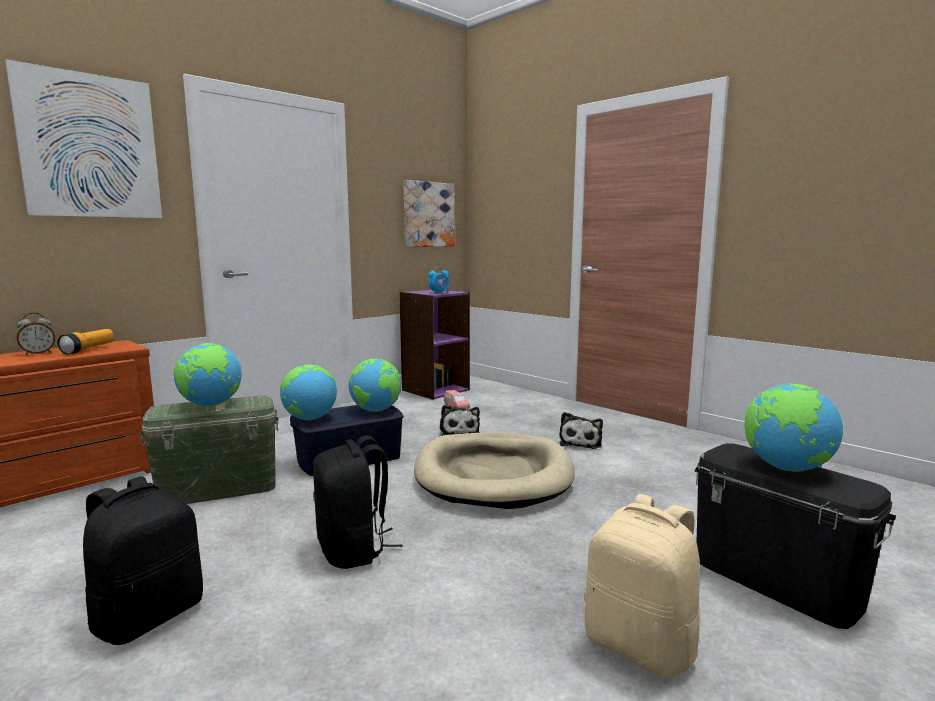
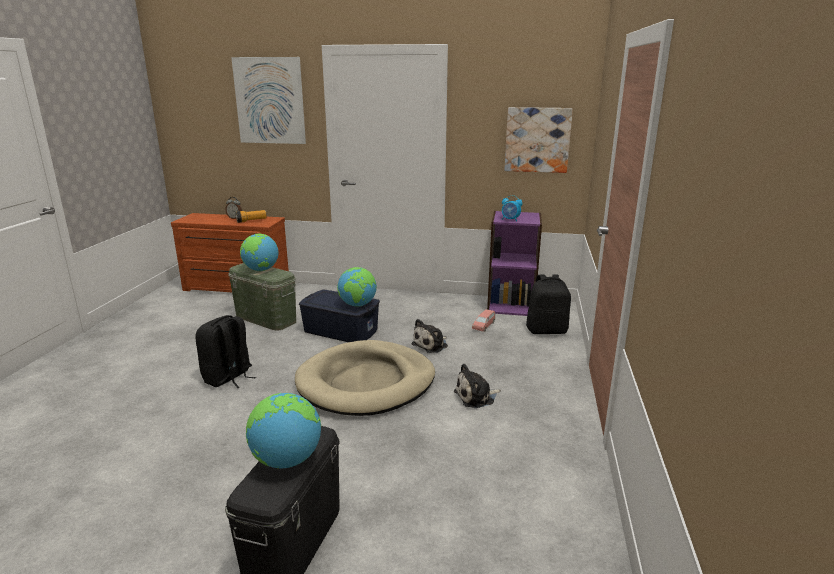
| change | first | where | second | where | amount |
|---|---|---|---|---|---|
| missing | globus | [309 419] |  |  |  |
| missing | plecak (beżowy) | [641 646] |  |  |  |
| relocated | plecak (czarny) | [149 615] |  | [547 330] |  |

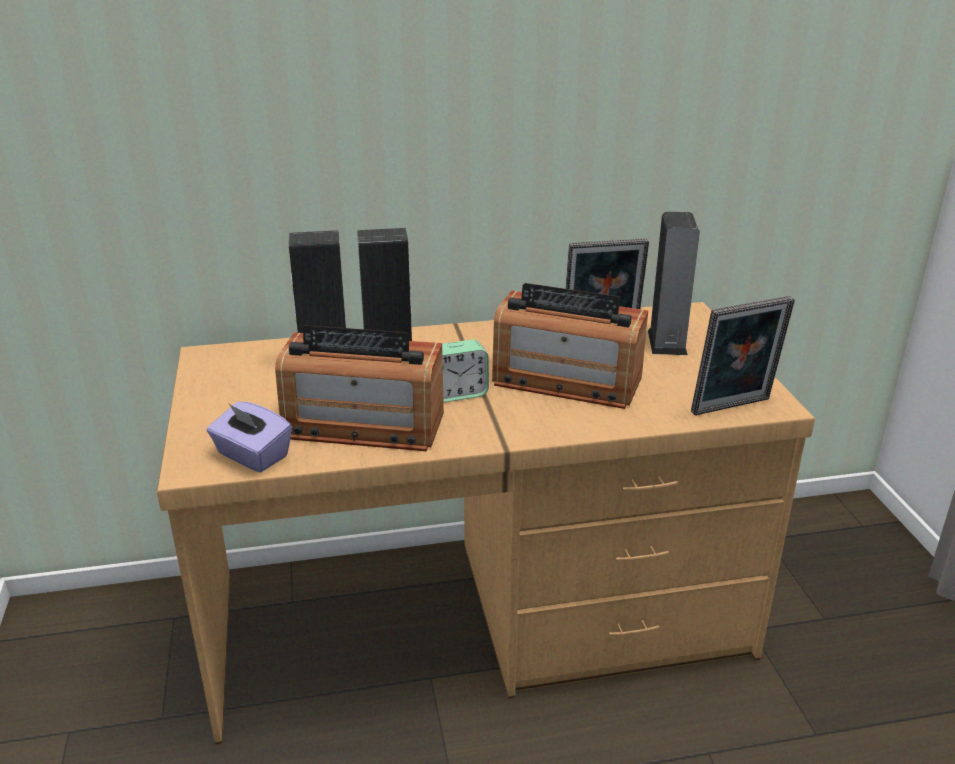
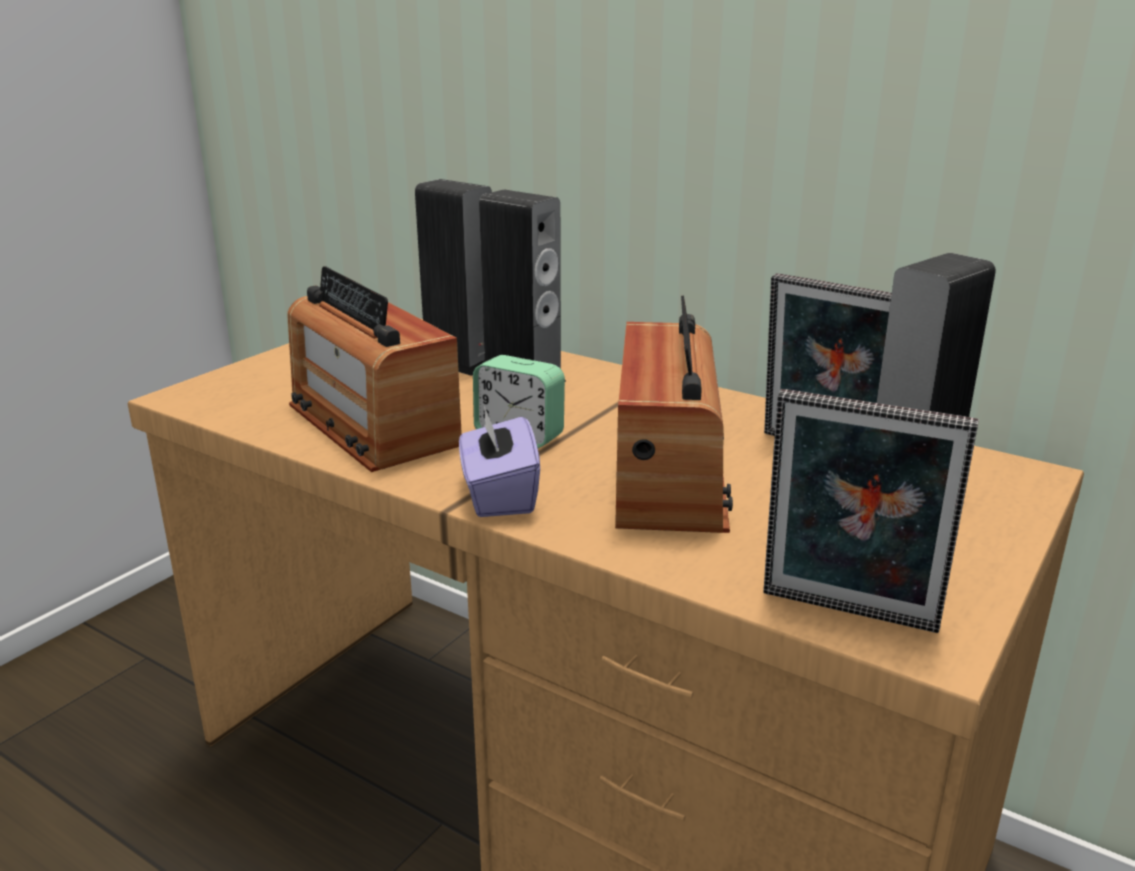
| change | first | where | second | where | amount |
|---|---|---|---|---|---|
| relocated | pudełko chusteczek (fioletowy) | [252 456] |  | [499 495] |  |
| spun | radio | [566 381] |  | [669 476] | 150 degrees counterclockwise |

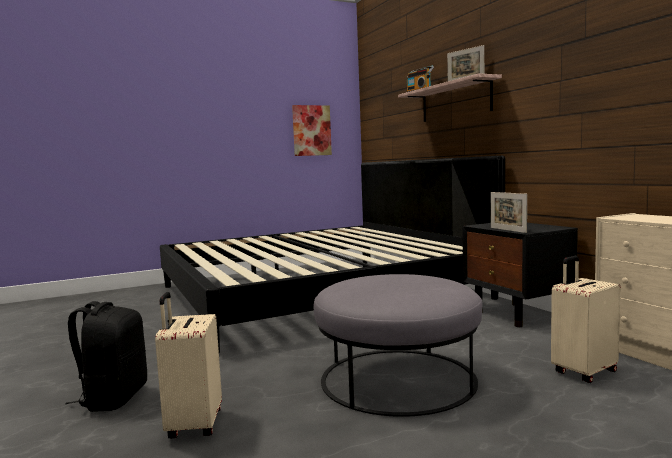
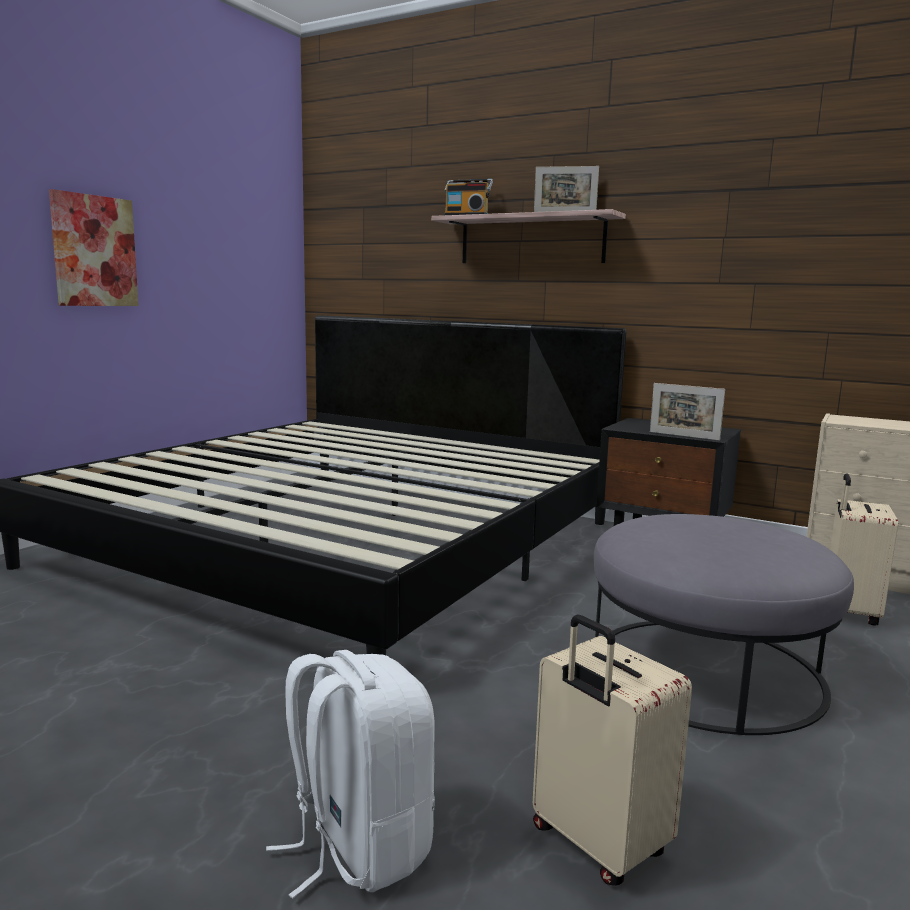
| change | first | where | second | where | amount |
|---|---|---|---|---|---|
| relocated | obraz | [311 130] |  | [94 251] |  |
| colour | plecak (czarny) | [113 398] | plecak (biały) | [357 845] |  |

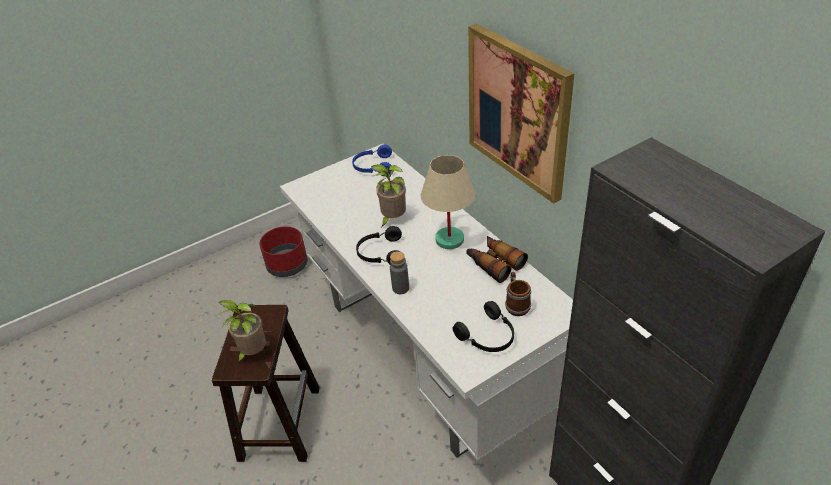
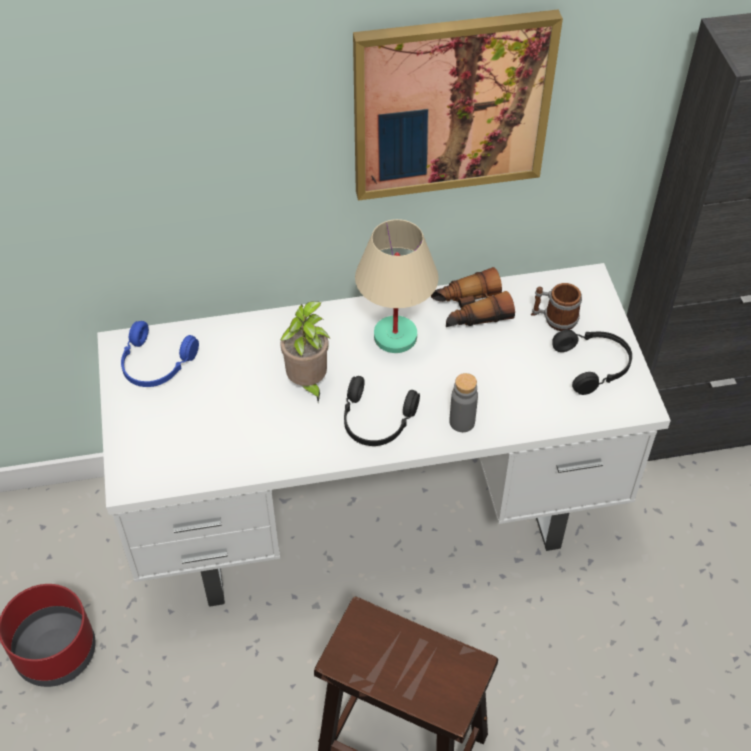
| change | first | where | second | where | amount |
|---|---|---|---|---|---|
| missing | roślina doniczkowa | [252 353] |  |  |  |

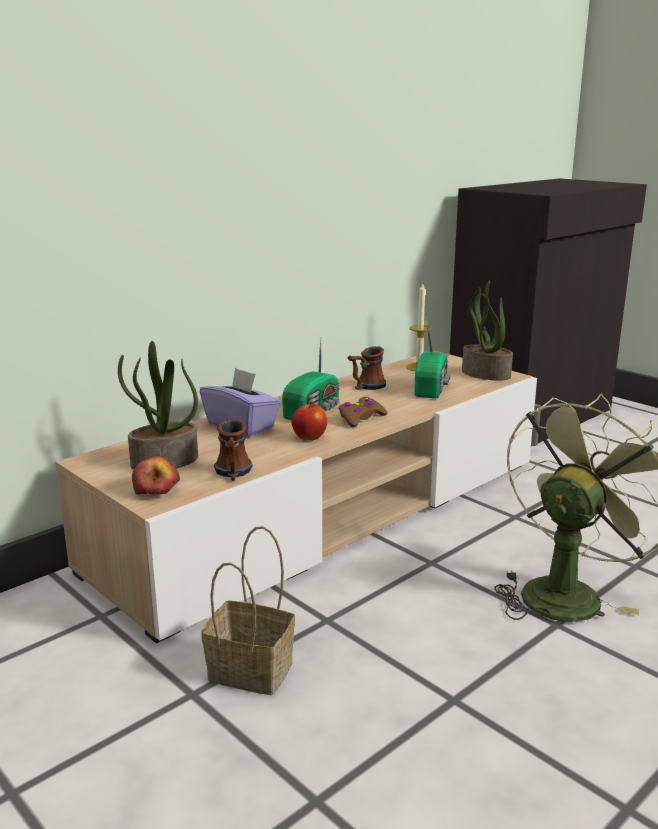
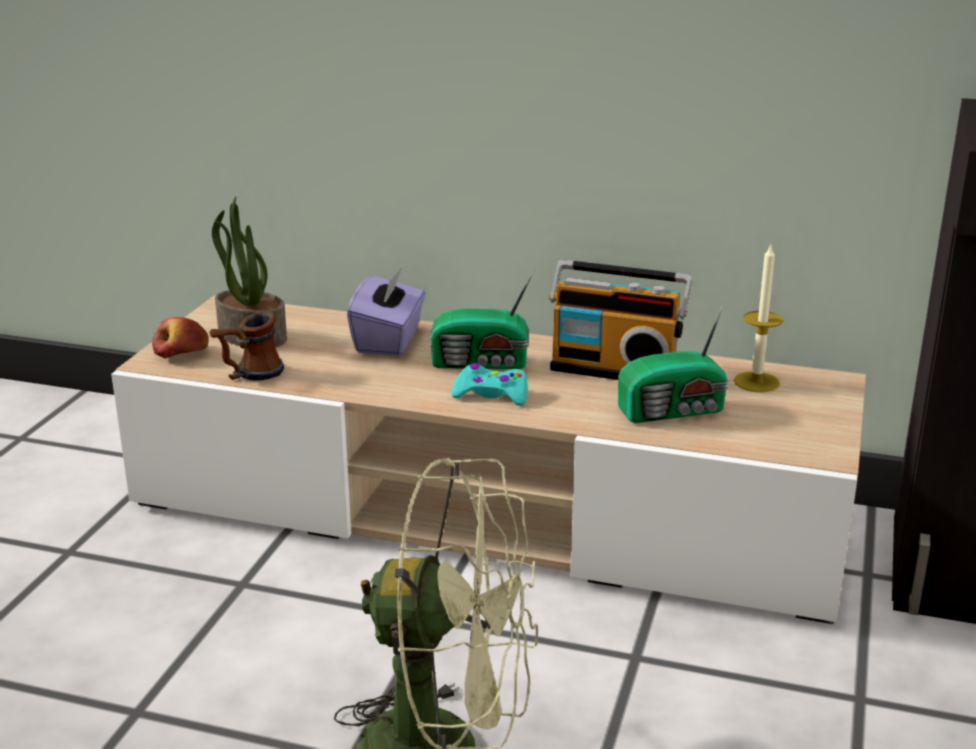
| change | first | where | second | where | amount |
|---|---|---|---|---|---|
| missing | koszyk | [253 670] |  |  |  |
| missing | jabłko | [309 437] |  |  |  |
| missing | roślina doniczkowa | [485 374] |  |  |  |
| exchanged | kubek | [365 387] | radio | [615 369] |  |
| colour | pad do gier (brązowy) | [361 418] | pad do gier (turkusowy) | [491 394] |  |

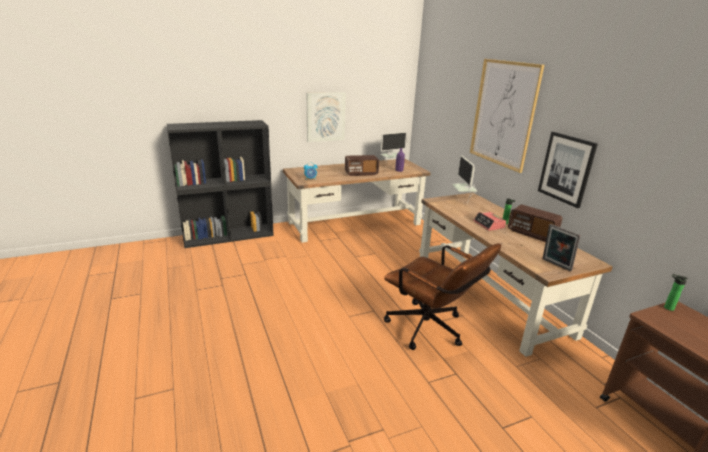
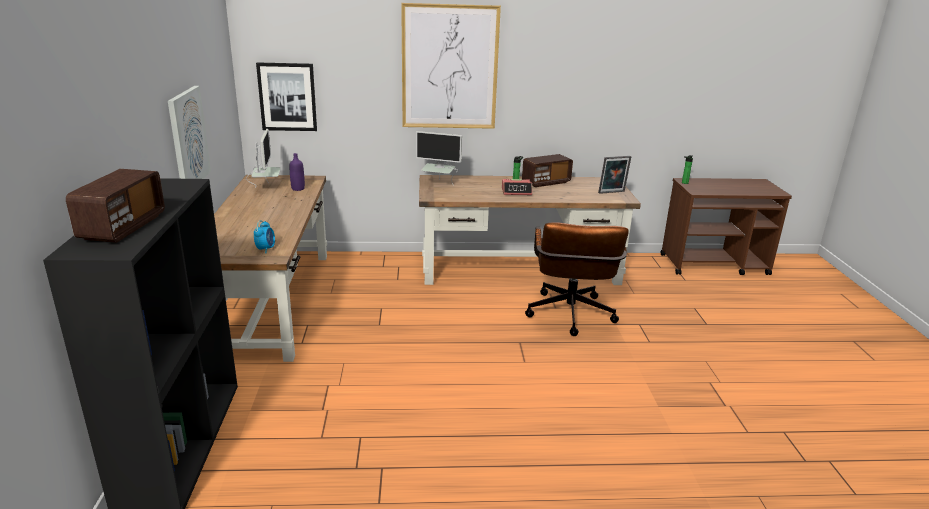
| change | first | where | second | where | amount |
|---|---|---|---|---|---|
| relocated | radio | [361 173] |  | [123 227] |  |
| relocated | obraz | [566 169] |  | [287 97] |  |
| spun | krzesło biurowe (brązowy) | [431 330] |  | [570 317] | 120 degrees clockwise |

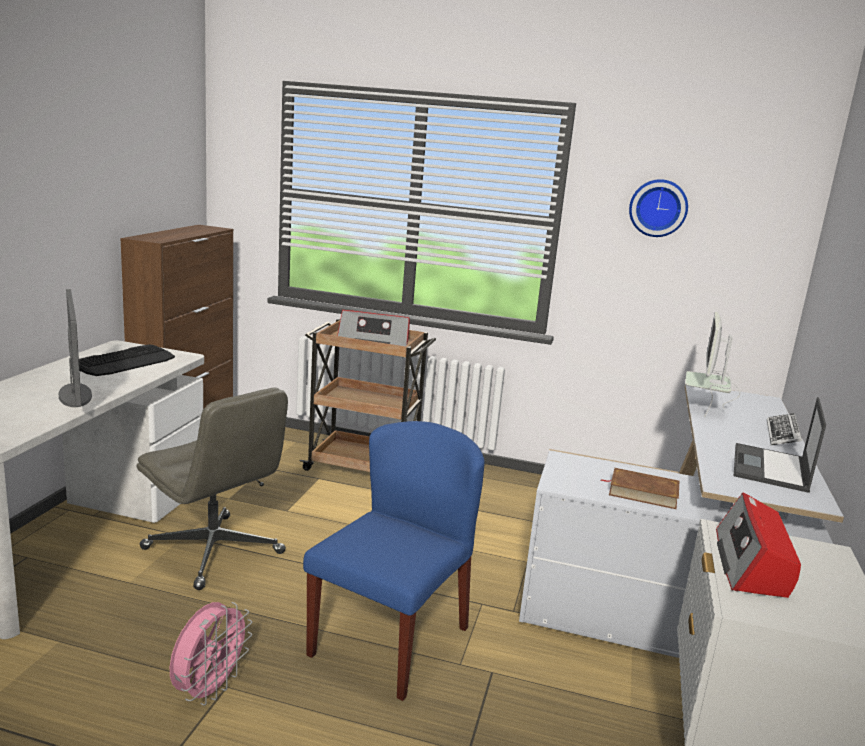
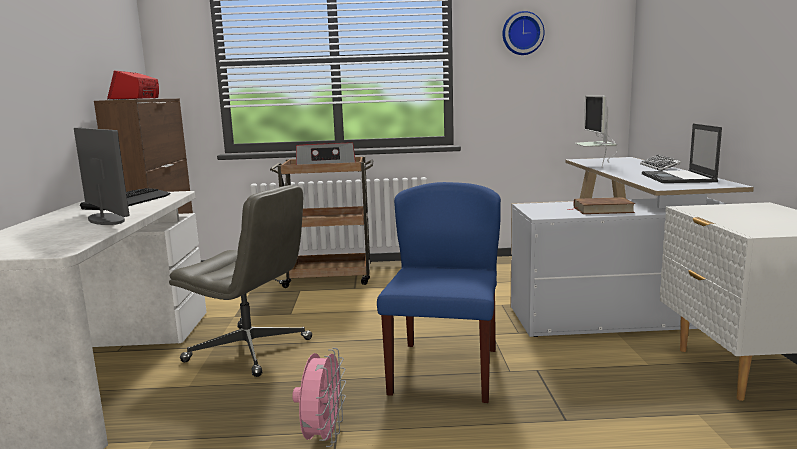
| change | first | where | second | where | amount |
|---|---|---|---|---|---|
| relocated | radio | [751 564] |  | [135 99] |  |

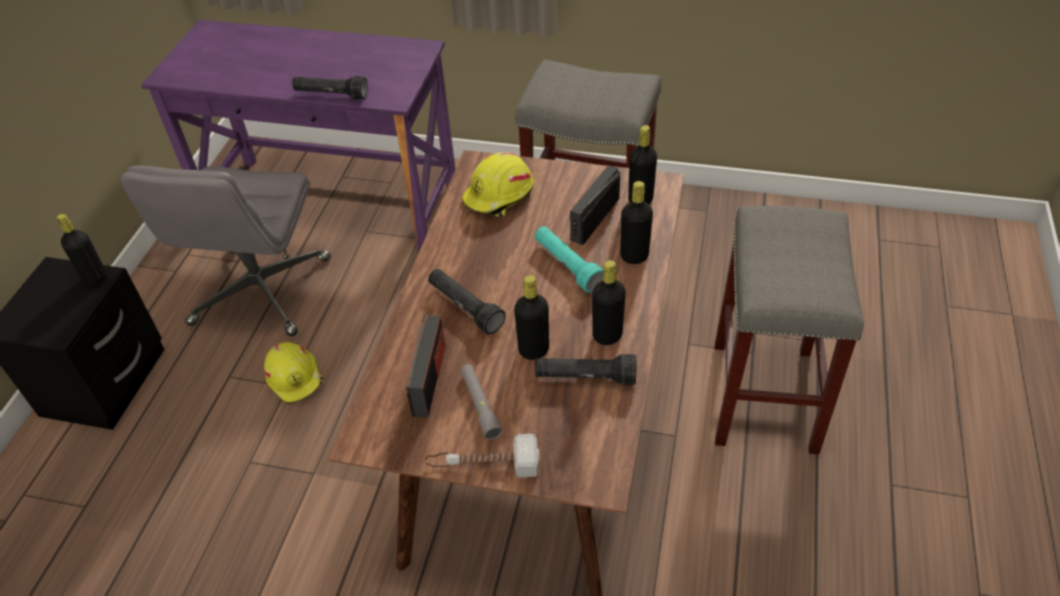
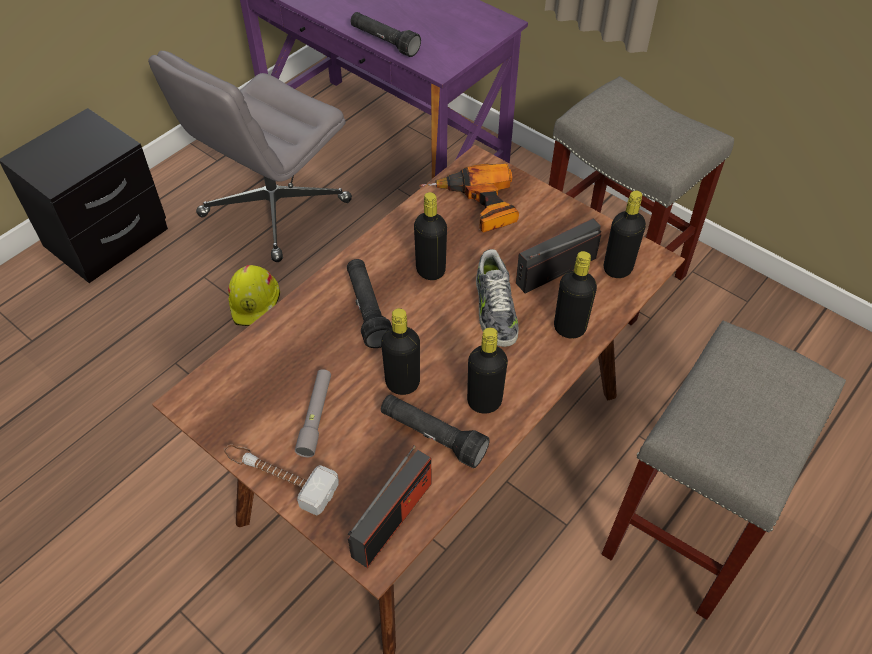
| change | first | where | second | where | amount |
|---|---|---|---|---|---|
| relocated | butelka (czarny) | [95 277] |  | [430 270] |  |
| relocated | radio | [429 379] |  | [392 519] |  |
| exchanged | kask (żółty) | [499 196] | wiertarka | [477 207] |  |
| exchanged | latarka (turkusowy) | [567 266] | but | [494 309] |  |

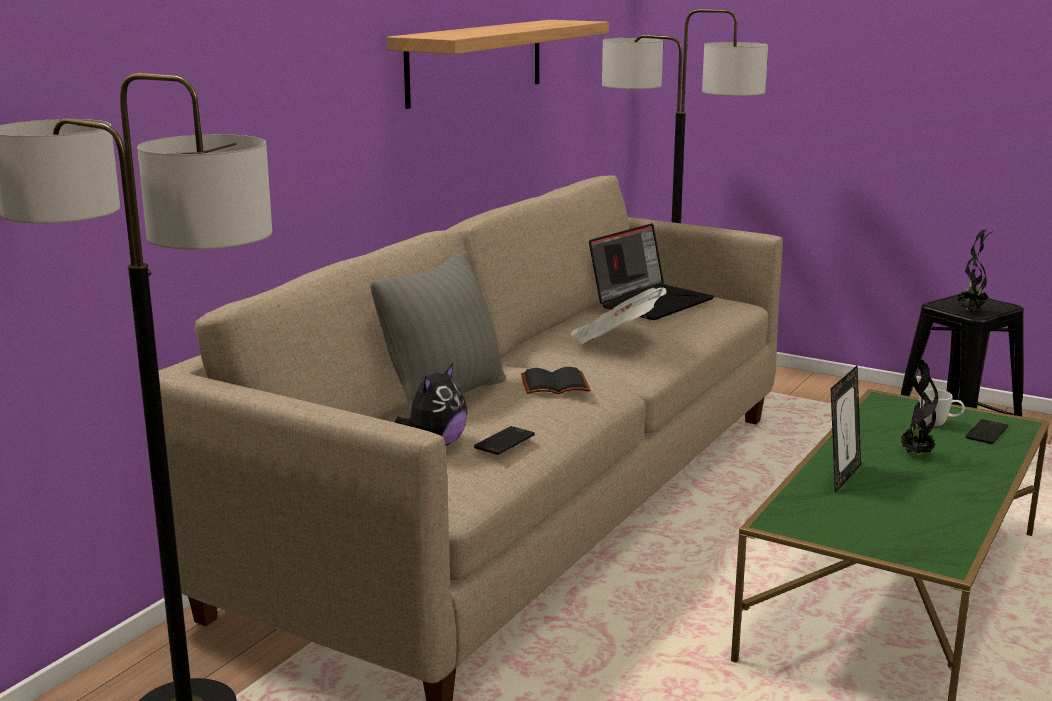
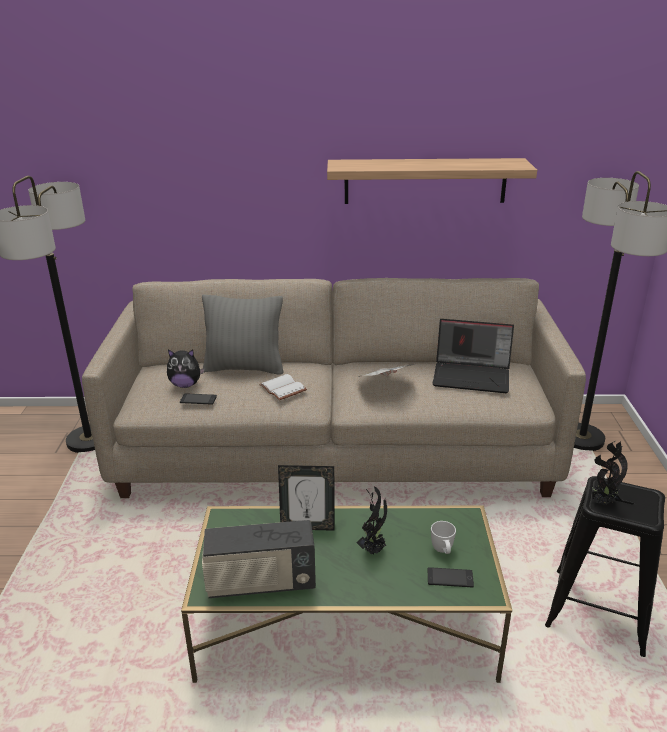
| change | first | where | second | where | amount |
|---|---|---|---|---|---|
| appeared |  |  | radio | [261 583] |  |
| colour | książka (czarny) | [555 384] | książka (biały) | [284 388] |  |

